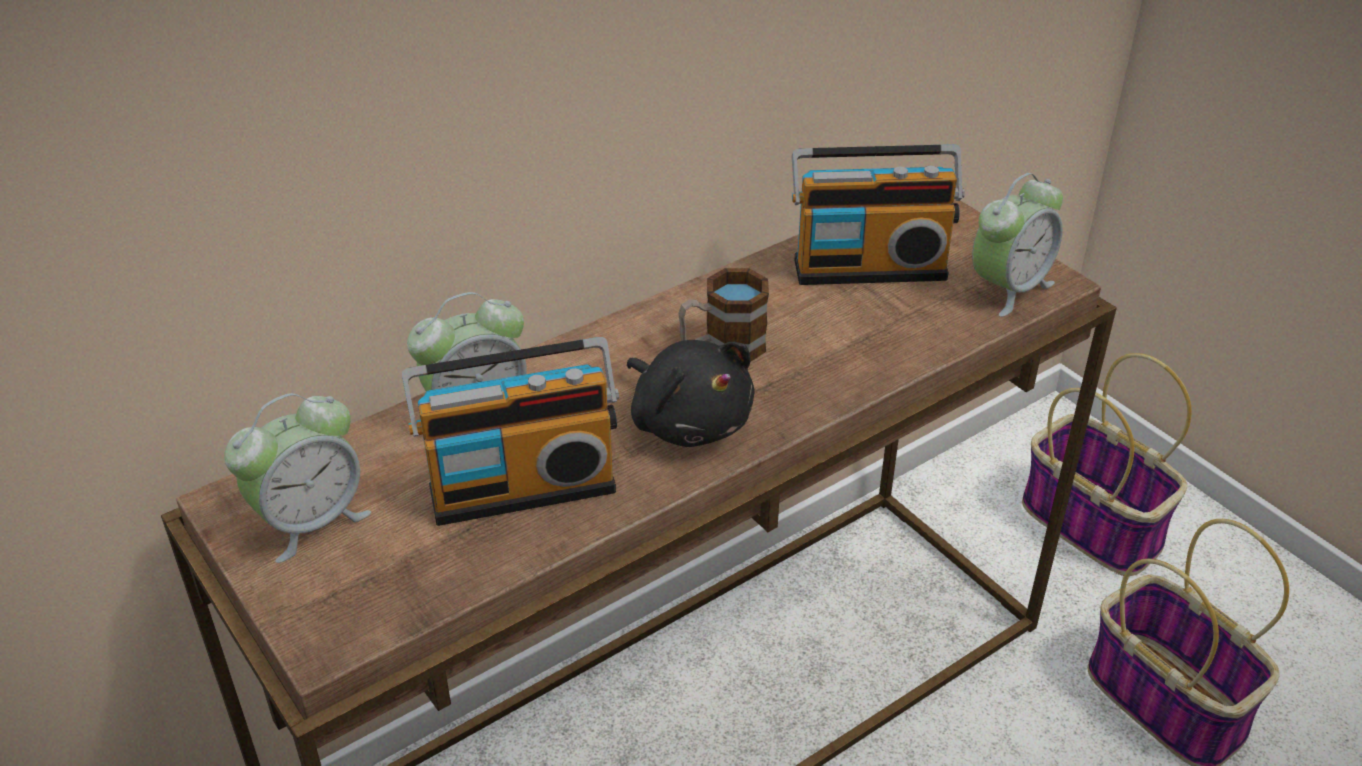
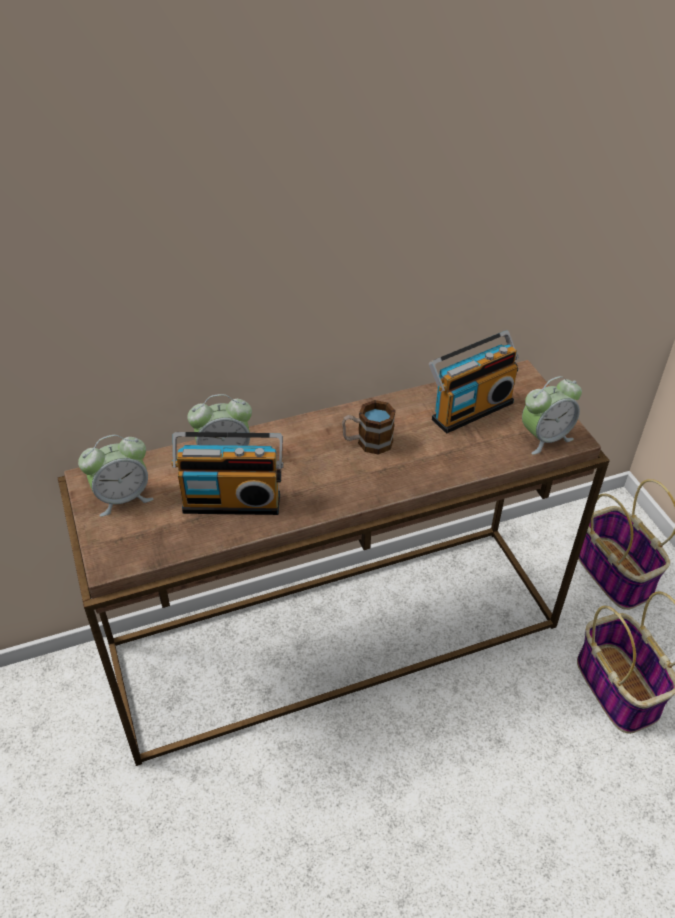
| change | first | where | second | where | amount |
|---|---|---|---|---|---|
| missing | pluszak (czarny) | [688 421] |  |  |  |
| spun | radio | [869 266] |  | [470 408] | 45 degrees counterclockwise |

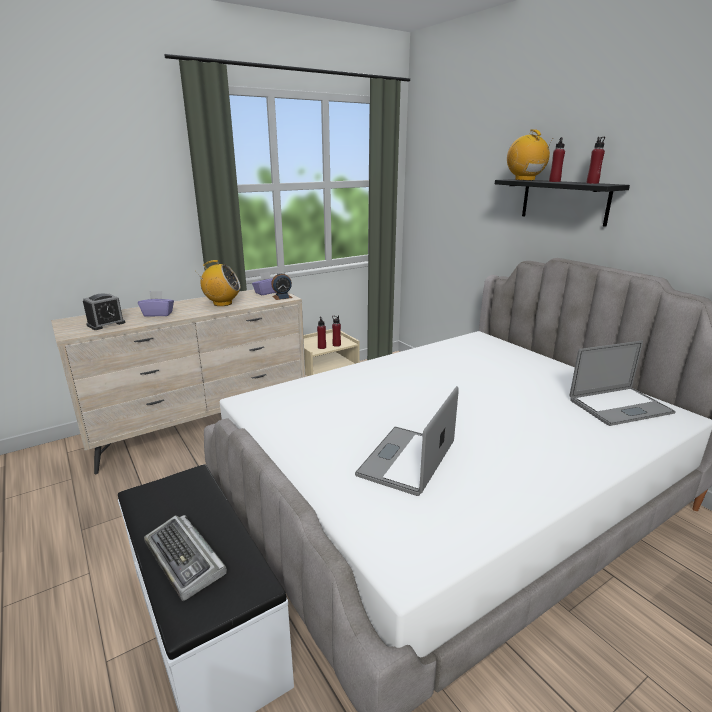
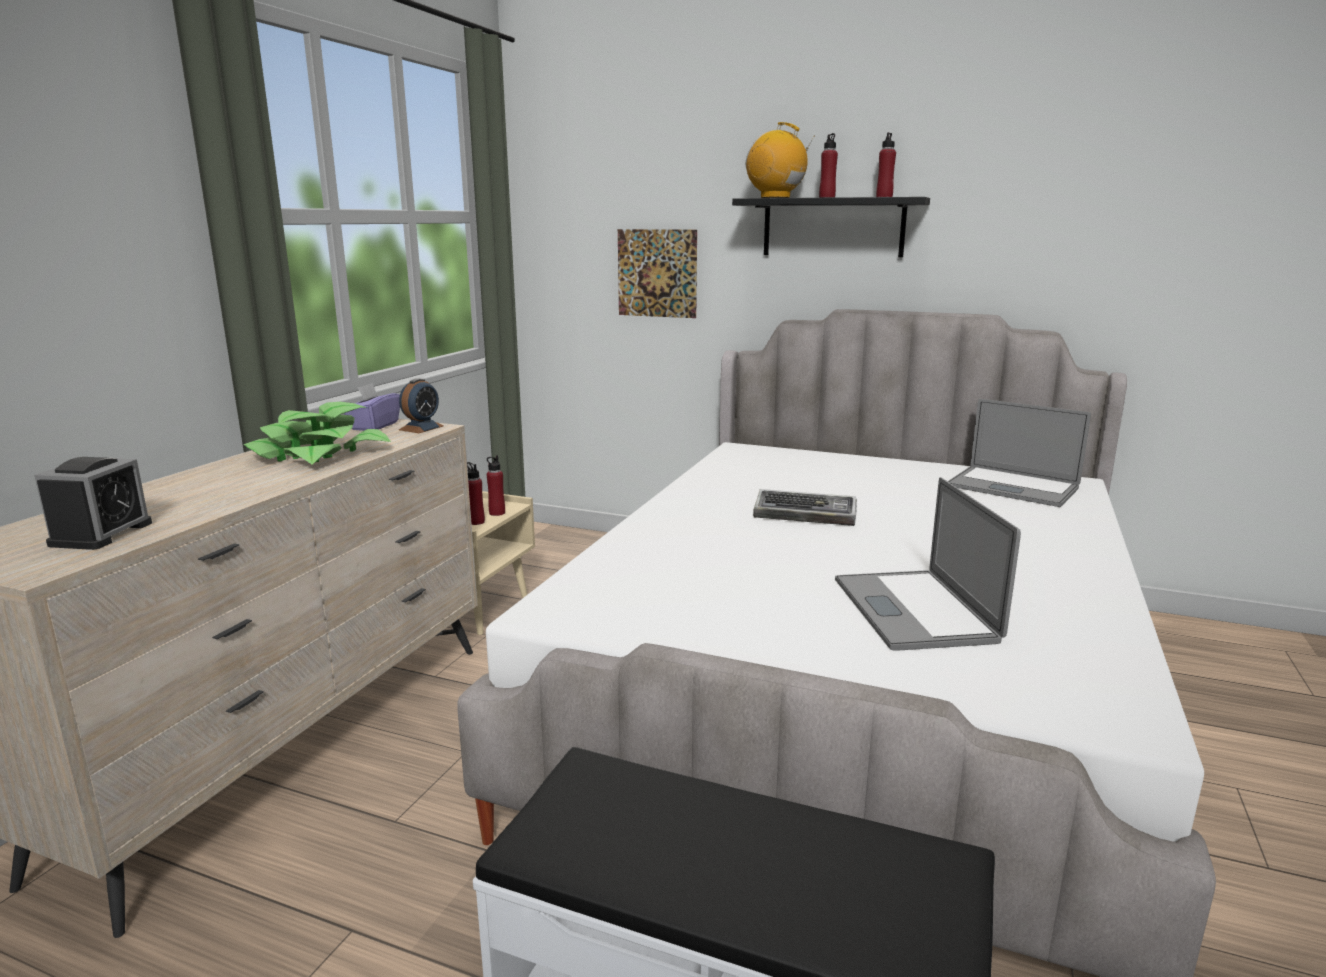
| change | first | where | second | where | amount |
|---|---|---|---|---|---|
| missing | pudełko chusteczek (fioletowy) | [158 314] |  |  |  |
| appeared |  |  | obraz | [657 273] |  |
| relocated | klawiatura | [185 560] |  | [806 515] |  |
| exchanged | radio | [222 303] | roślina doniczkowa | [318 455] |  |
| spun | laptop | [620 406] |  | [1012 487] | 90 degrees clockwise |

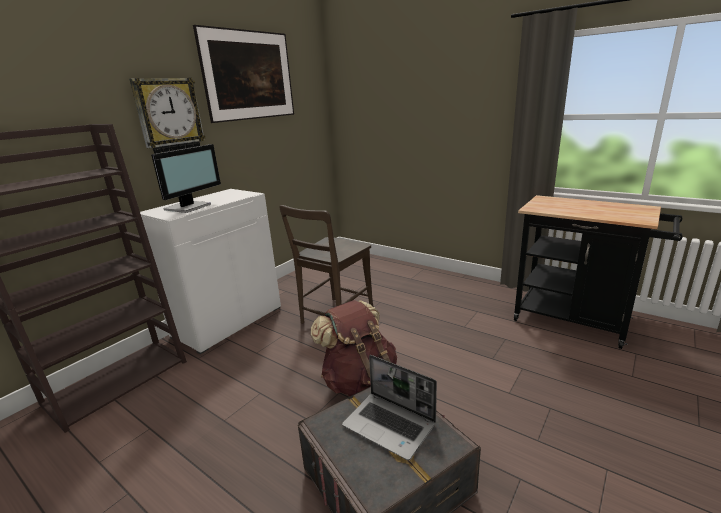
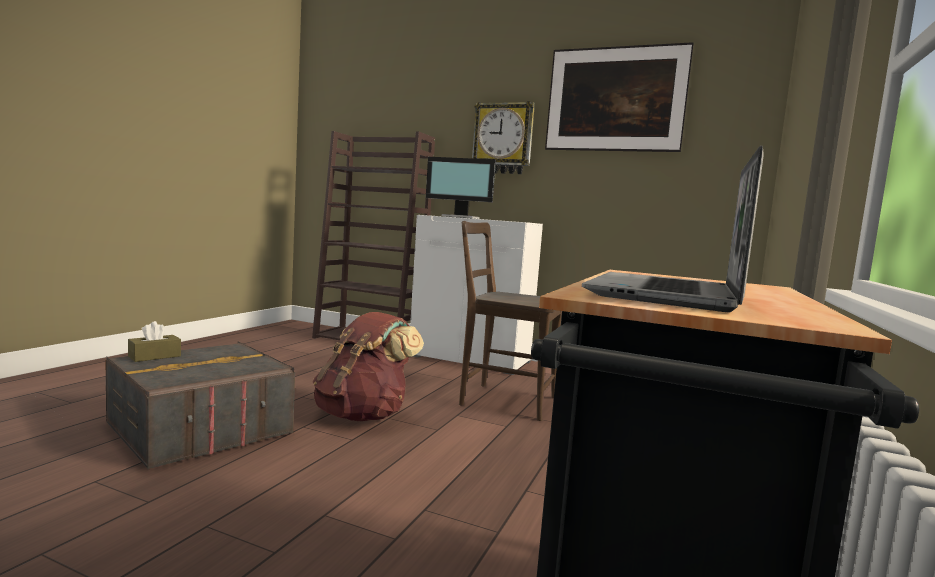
| change | first | where | second | where | amount |
|---|---|---|---|---|---|
| appeared |  |  | pudełko chusteczek (brązowy) | [154 356] |  |
| relocated | laptop | [390 425] |  | [666 295] |  |

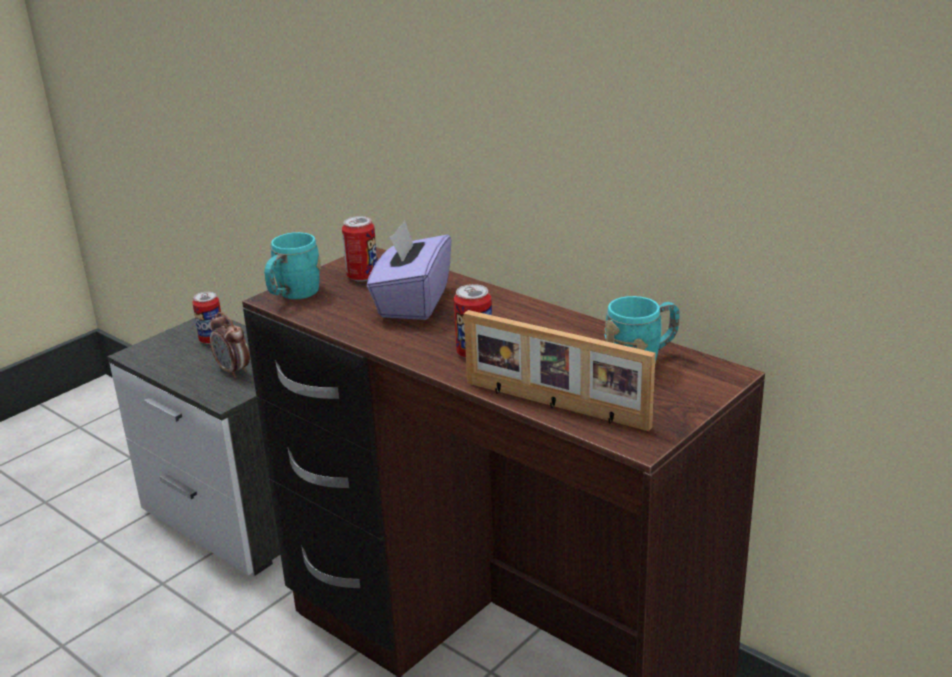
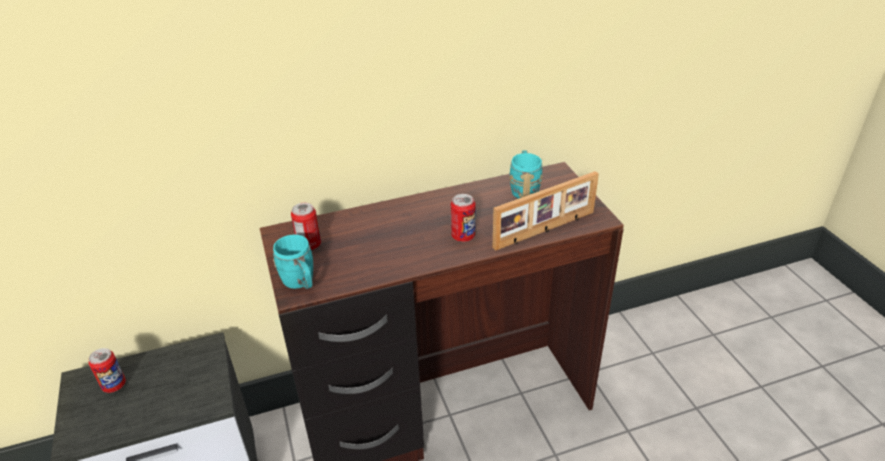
| change | first | where | second | where | amount |
|---|---|---|---|---|---|
| missing | budzik | [233 371] |  |  |  |
| missing | pudełko chusteczek (fioletowy) | [412 302] |  |  |  |

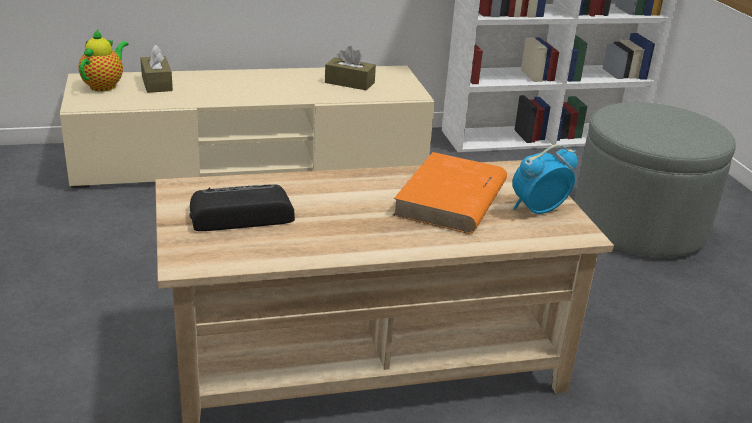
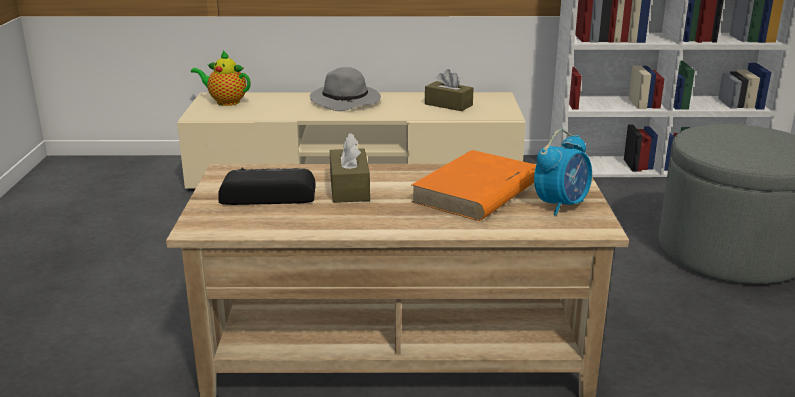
| change | first | where | second | where | amount |
|---|---|---|---|---|---|
| appeared |  |  | kapelusz (szary) | [346 102] |  |
| relocated | pudełko chusteczek (brązowy) | [157 83] |  | [349 188] |  |
| spun | imbryk | [105 86] |  | [225 102] | 105 degrees counterclockwise |
| spun | budzik | [537 210] |  | [561 205] | 150 degrees clockwise |

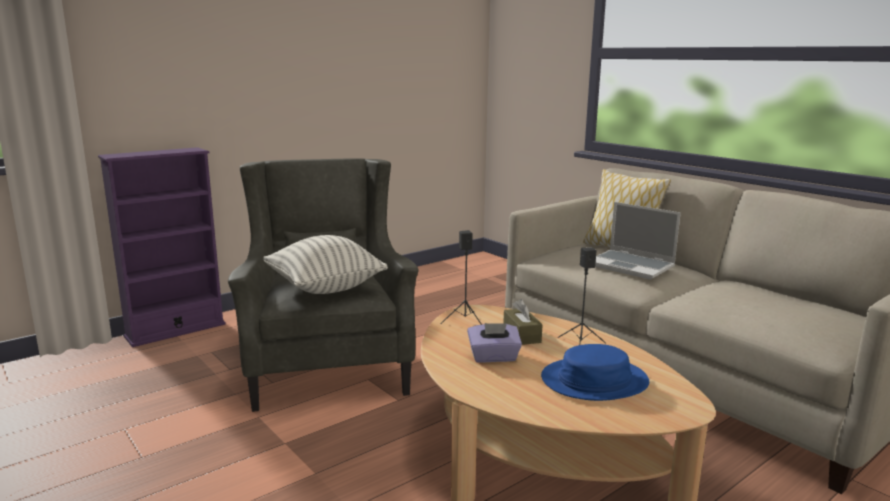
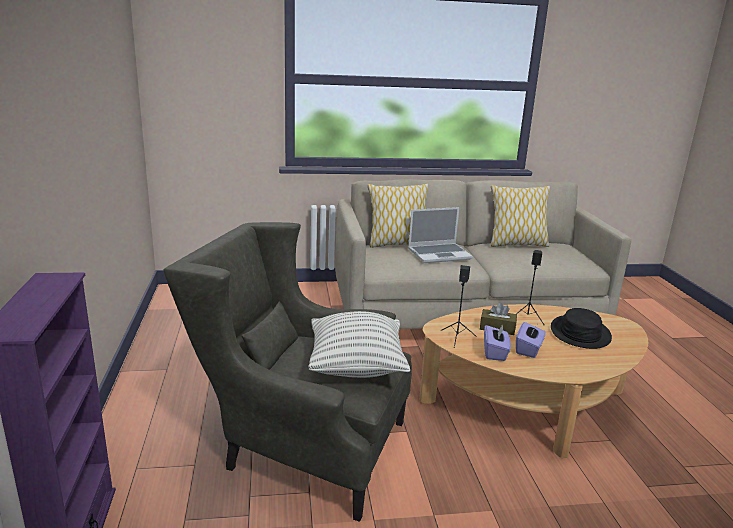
| change | first | where | second | where | amount |
|---|---|---|---|---|---|
| appeared |  |  | pudełko chusteczek (fioletowy) | [495 353] |  |
| appeared |  |  | poduszka | [516 244] |  |
| colour | kapelusz (niebieski) | [594 380] | kapelusz (czarny) | [580 333] |  |

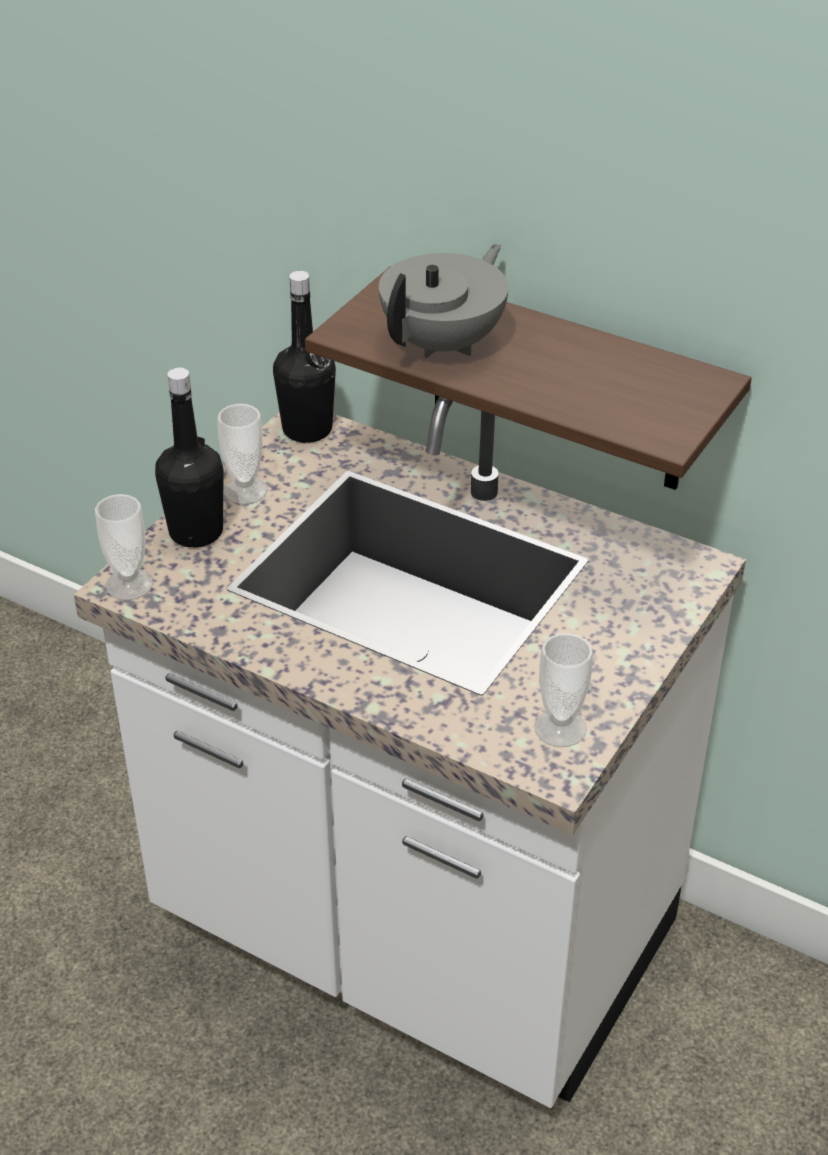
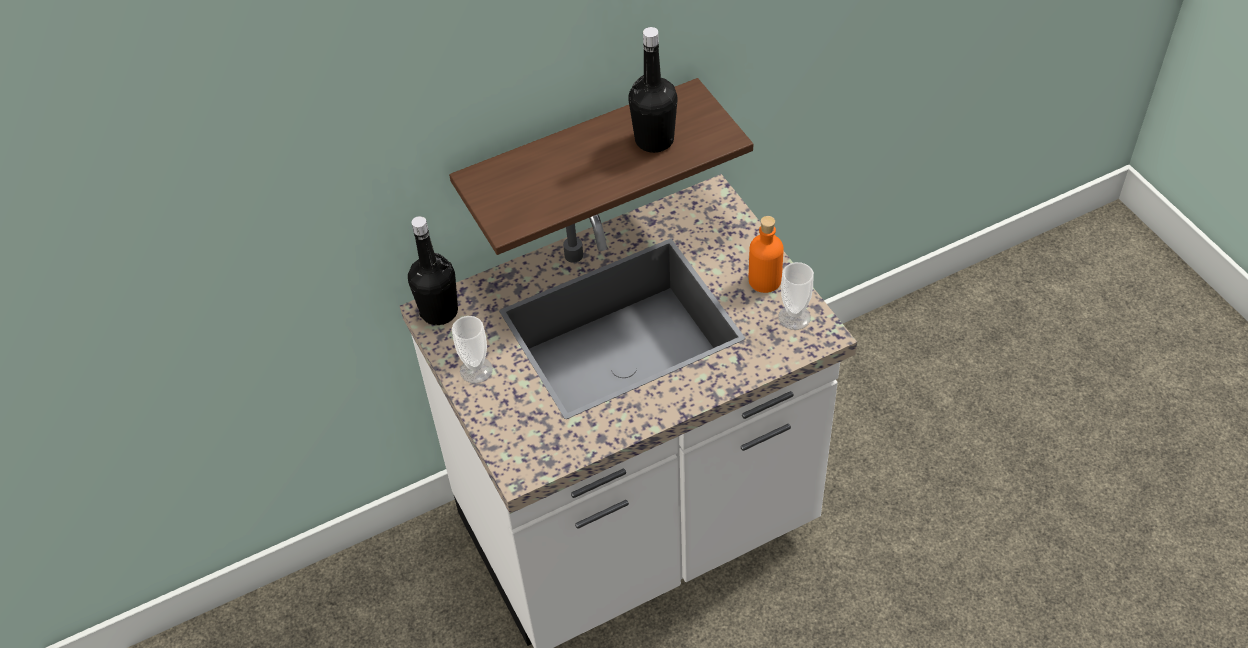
| change | first | where | second | where | amount |
|---|---|---|---|---|---|
| missing | filiżanka | [129 584] |  |  |  |
| missing | imbryk (szary) | [445 343] |  |  |  |
| appeared |  |  | butelka (pomarańczowy) | [764 280] |  |
| relocated | butelka (czarny) | [196 532] |  | [654 140] |  |

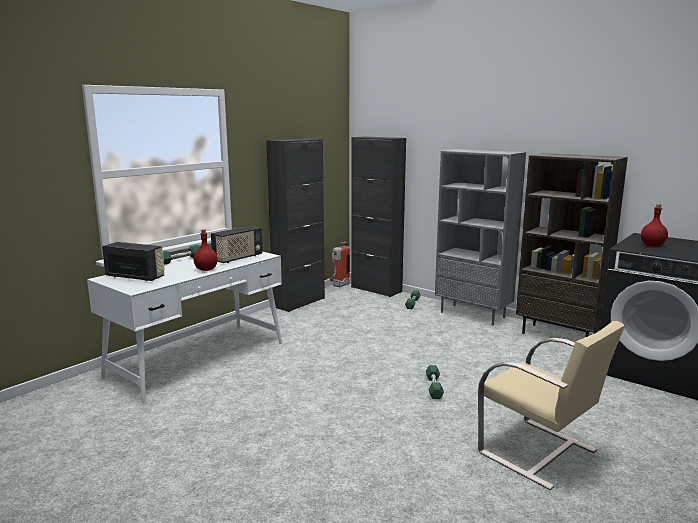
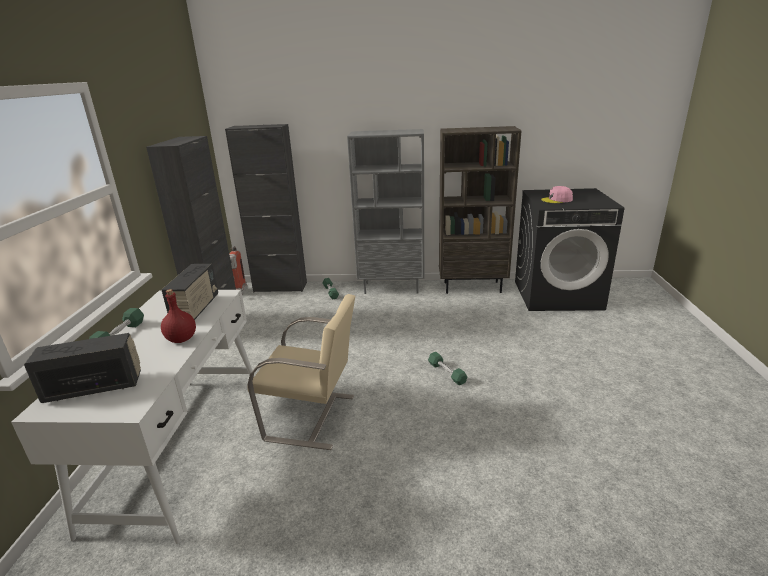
| change | first | where | second | where | amount |
|---|---|---|---|---|---|
| relocated | krzesło (beżowy) | [539 453] |  | [312 418] |  |
| exchanged | butelka (czerwony) | [653 245] | czapka z daszkiem (różowy) | [557 200] |  |

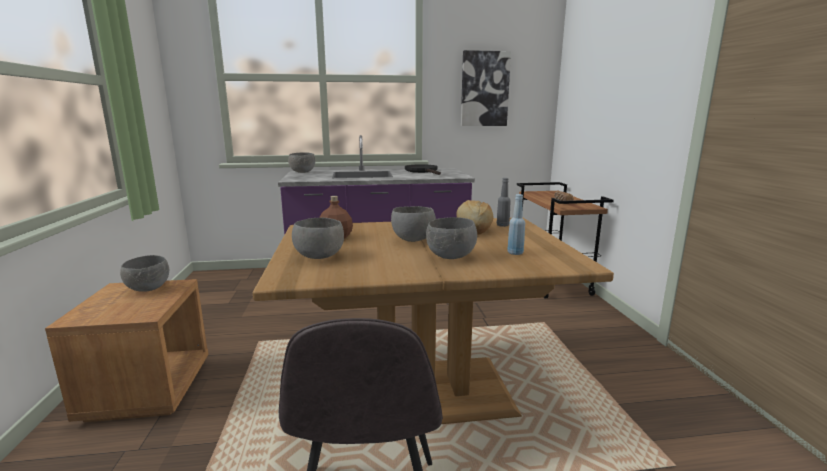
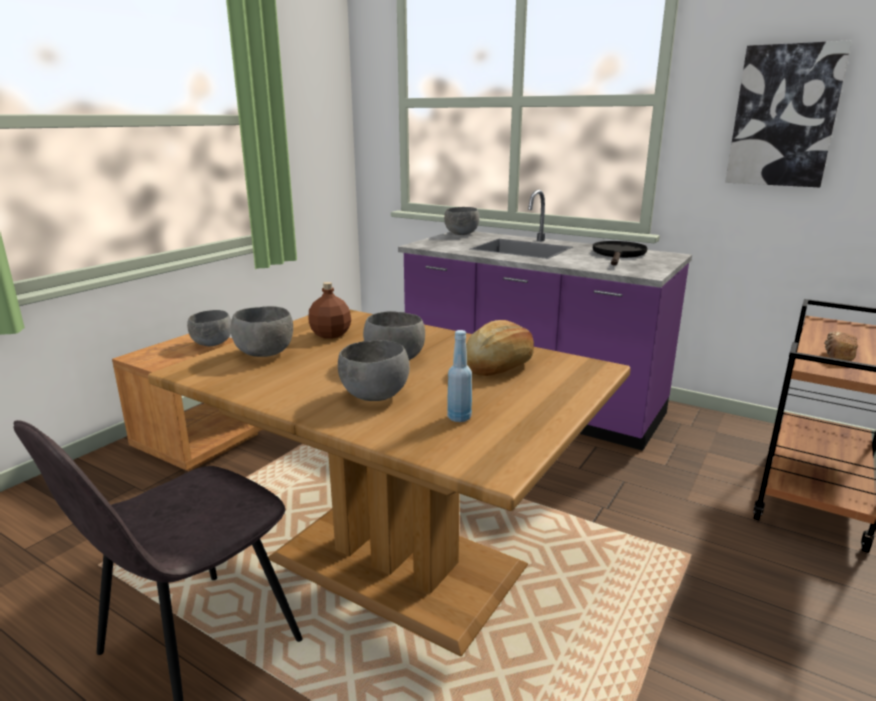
| change | first | where | second | where | amount |
|---|---|---|---|---|---|
| missing | butelka (szary) | [502 225] |  |  |  |

